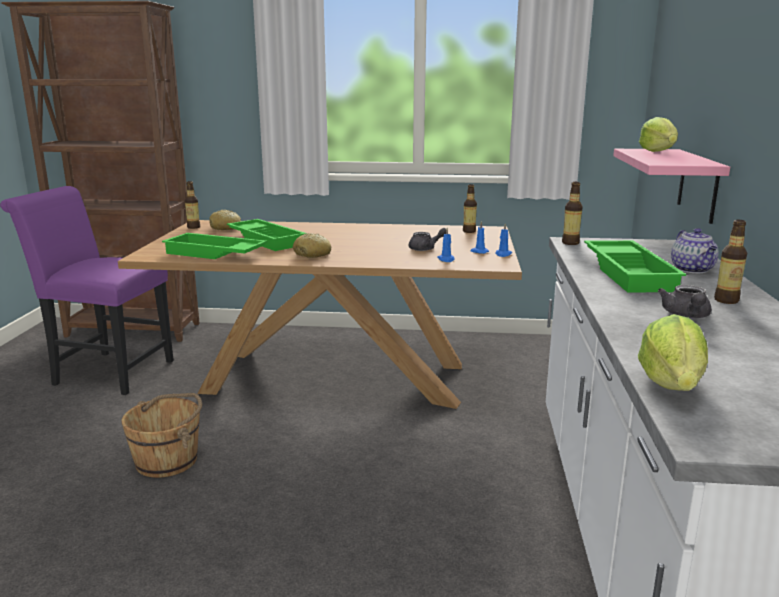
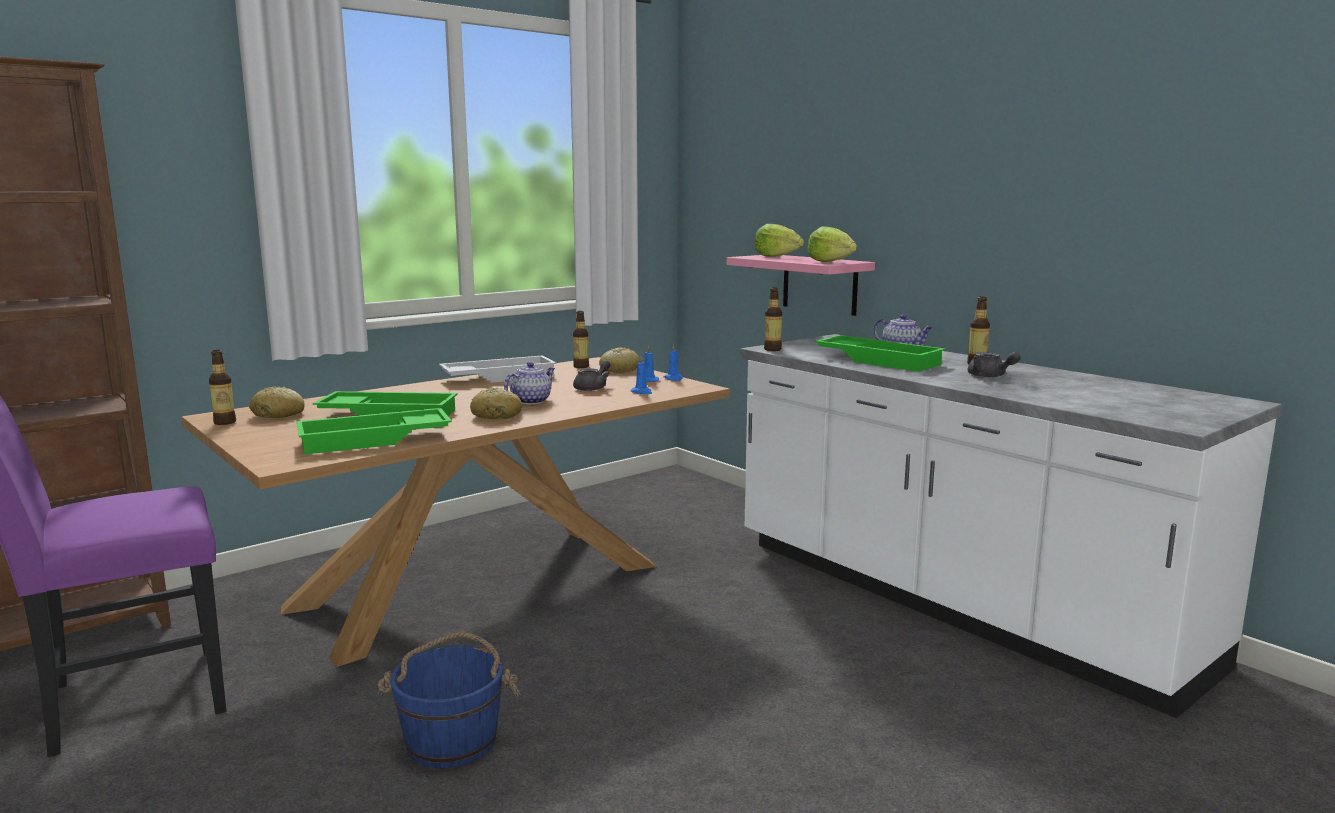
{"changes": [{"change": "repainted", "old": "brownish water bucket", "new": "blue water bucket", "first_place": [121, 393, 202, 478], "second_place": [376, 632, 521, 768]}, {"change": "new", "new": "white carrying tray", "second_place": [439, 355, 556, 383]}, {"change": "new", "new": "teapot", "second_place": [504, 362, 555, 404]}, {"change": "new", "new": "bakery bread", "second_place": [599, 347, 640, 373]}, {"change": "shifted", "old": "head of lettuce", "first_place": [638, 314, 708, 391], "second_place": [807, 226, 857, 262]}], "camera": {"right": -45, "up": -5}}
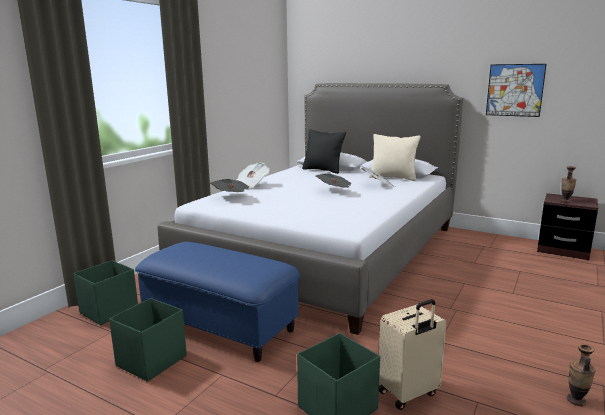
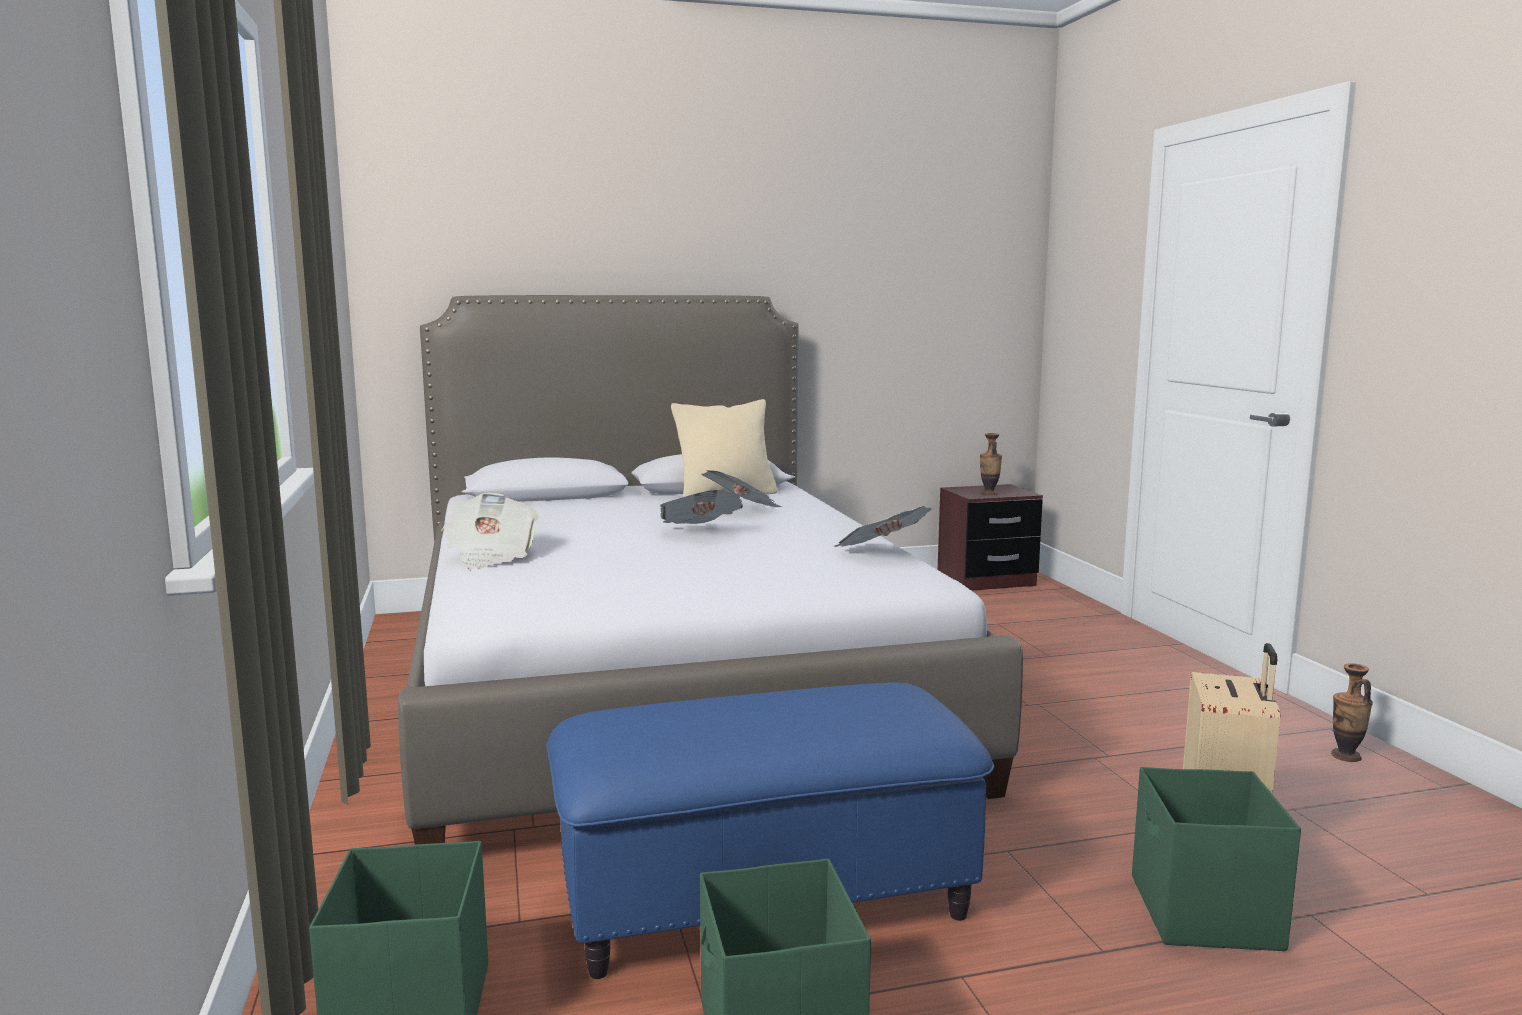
{"changes": [{"change": "shifted", "old": "printed paper", "first_place": [210, 179, 249, 192], "second_place": [835, 506, 932, 547]}, {"change": "gone", "old": "blackish cushion", "first_place": [302, 129, 346, 174]}, {"change": "gone", "old": "wall picture", "first_place": [486, 64, 547, 117]}], "camera": {"right": -45, "up": -5}}
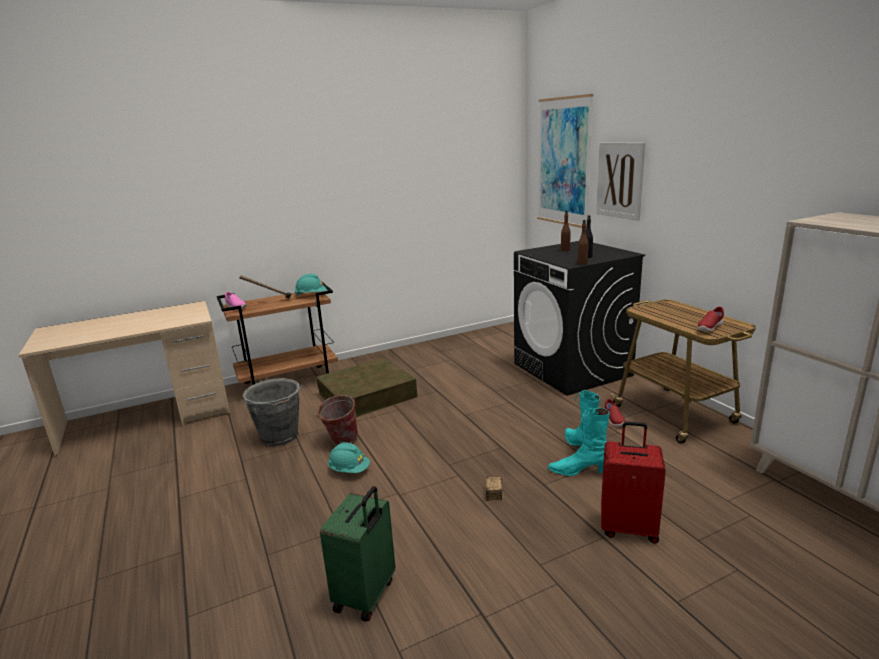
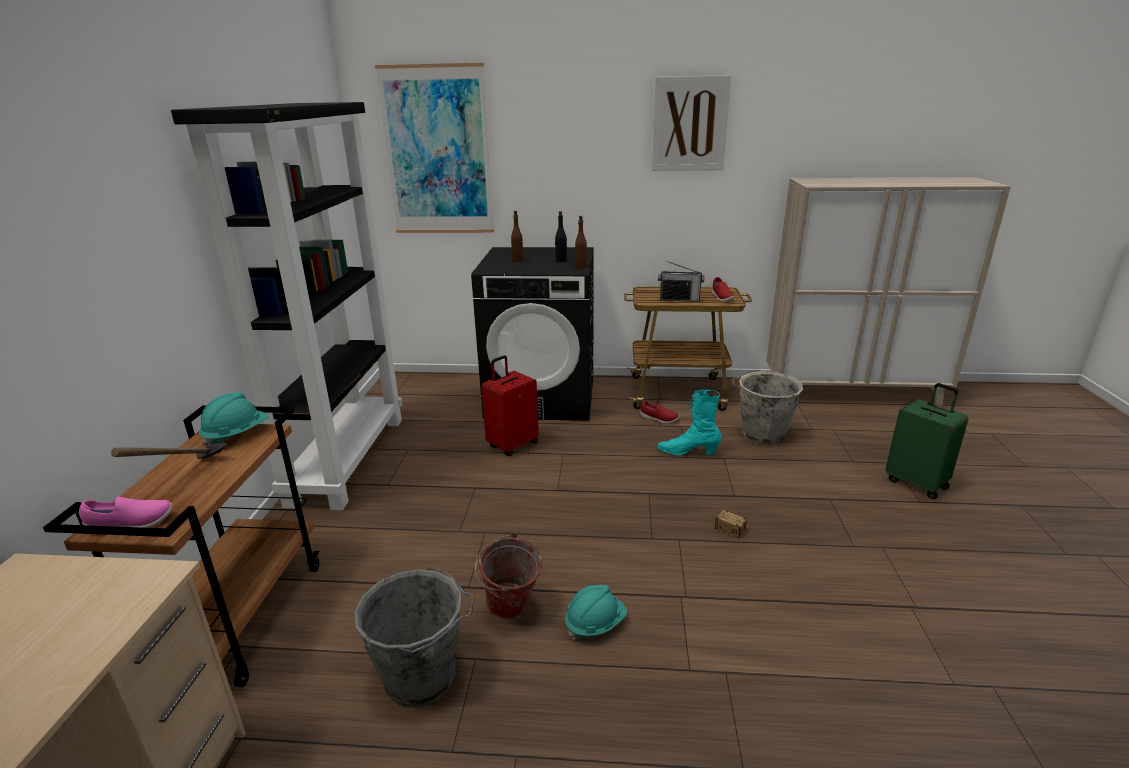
{"changes": [{"change": "new", "new": "blackish shelving unit", "second_place": [171, 102, 403, 510]}, {"change": "shifted", "old": "reddish piece of luggage", "first_place": [601, 421, 666, 544], "second_place": [481, 355, 539, 456]}, {"change": "shifted", "old": "wall picture", "first_place": [596, 143, 645, 221], "second_place": [652, 75, 731, 171]}, {"change": "new", "new": "radio", "second_place": [658, 261, 705, 302]}, {"change": "new", "new": "greyish water bucket", "second_place": [731, 370, 803, 446]}, {"change": "shifted", "old": "green-coloured piece of luggage", "first_place": [320, 486, 395, 622], "second_place": [885, 383, 969, 499]}, {"change": "gone", "old": "brownish storage container", "first_place": [316, 358, 418, 417]}, {"change": "gone", "old": "turquoise boot", "first_place": [548, 408, 610, 476]}], "camera": {"right": -60, "up": 5}}
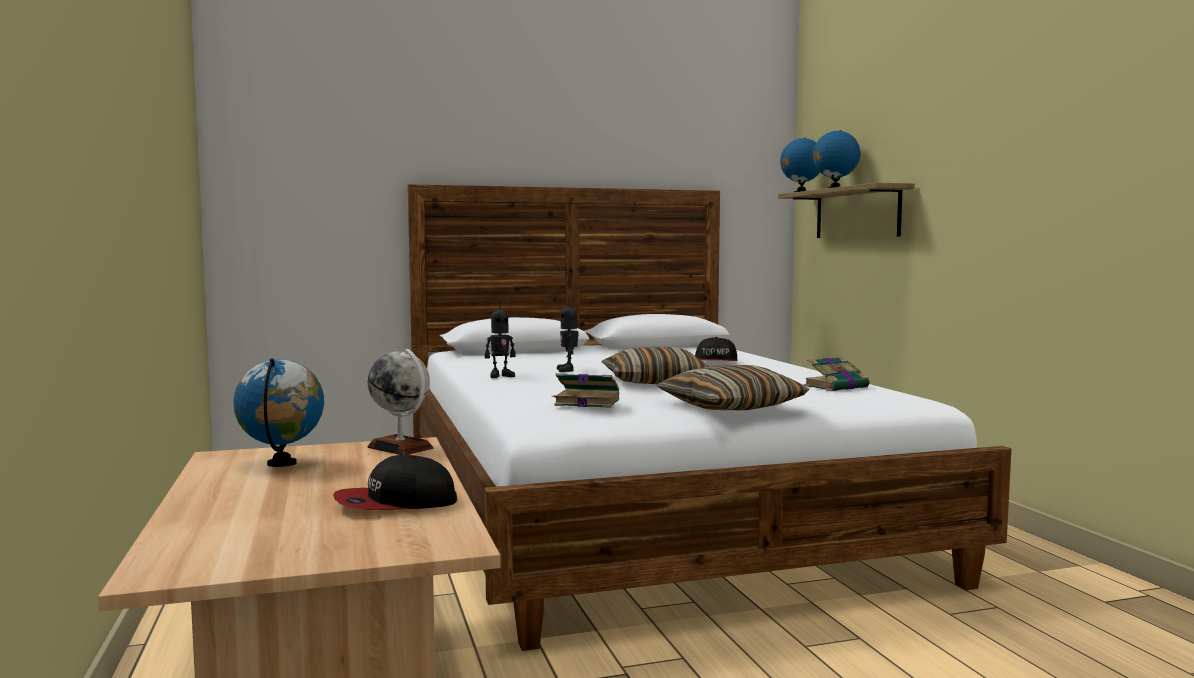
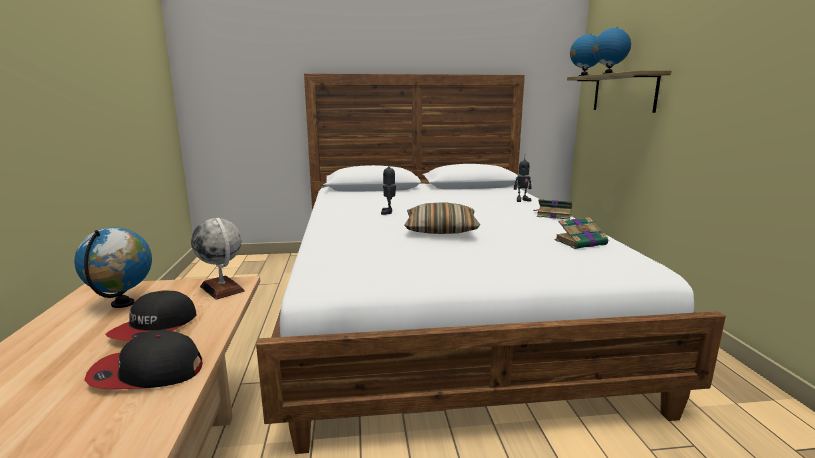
{"changes": [{"change": "shifted", "old": "peaked cap", "first_place": [695, 337, 738, 361], "second_place": [105, 290, 197, 341]}, {"change": "shifted", "old": "toy robot", "first_place": [485, 300, 516, 378], "second_place": [514, 159, 532, 202]}, {"change": "shifted", "old": "volume", "first_place": [552, 373, 619, 408], "second_place": [534, 199, 572, 220]}, {"change": "gone", "old": "cushion", "first_place": [656, 365, 809, 410]}], "camera": {"right": 10, "up": 10}}
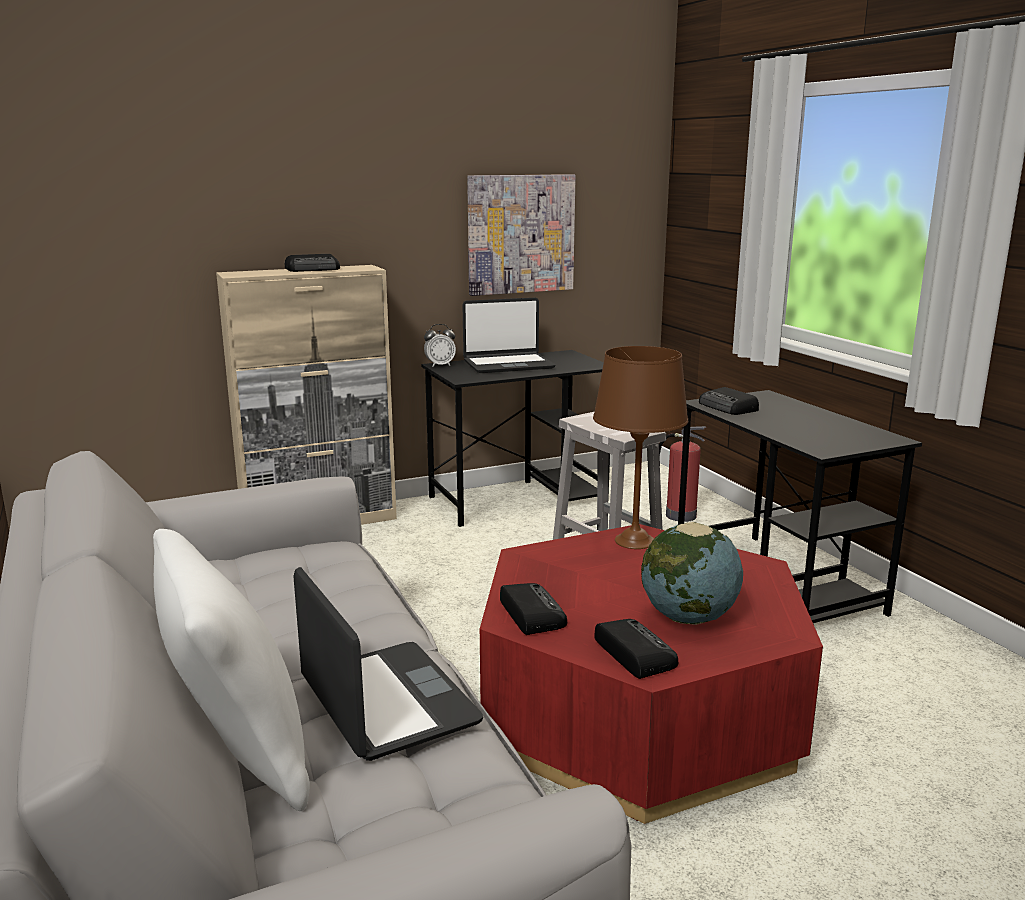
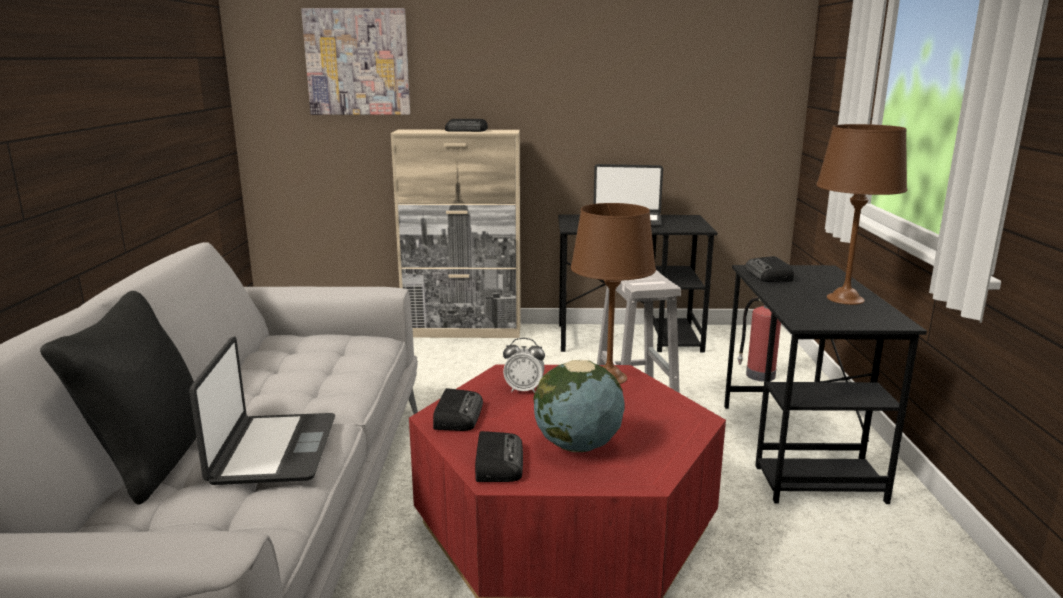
{"changes": [{"change": "repainted", "old": "white cushion", "new": "blackish cushion", "first_place": [153, 529, 310, 811], "second_place": [40, 291, 196, 505]}, {"change": "shifted", "old": "wall picture", "first_place": [467, 174, 576, 296], "second_place": [301, 8, 410, 115]}, {"change": "shifted", "old": "table clock", "first_place": [424, 324, 456, 367], "second_place": [503, 338, 545, 393]}, {"change": "new", "new": "brownish table lamp", "second_place": [816, 124, 907, 305]}], "camera": {"right": 25, "up": 0}}
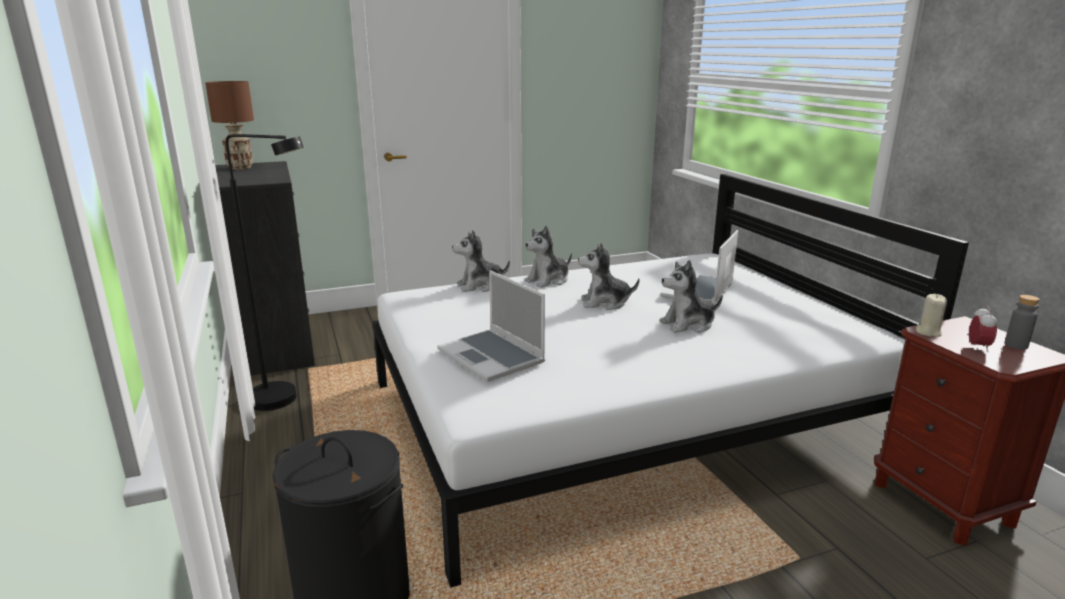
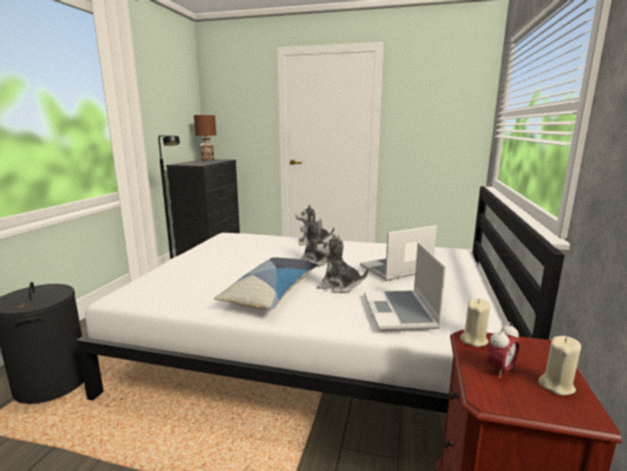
{"changes": [{"change": "new", "new": "cushion", "second_place": [214, 257, 318, 310]}, {"change": "shifted", "old": "portable computer", "first_place": [437, 270, 545, 382], "second_place": [364, 242, 446, 330]}, {"change": "swapped", "old": "greyish drink bottle", "new": "beige-coloured wax light", "first_place": [1004, 295, 1040, 350], "second_place": [538, 336, 581, 395]}, {"change": "gone", "old": "plush toy", "first_place": [452, 230, 510, 292]}], "camera": {"right": 35, "up": -5}}
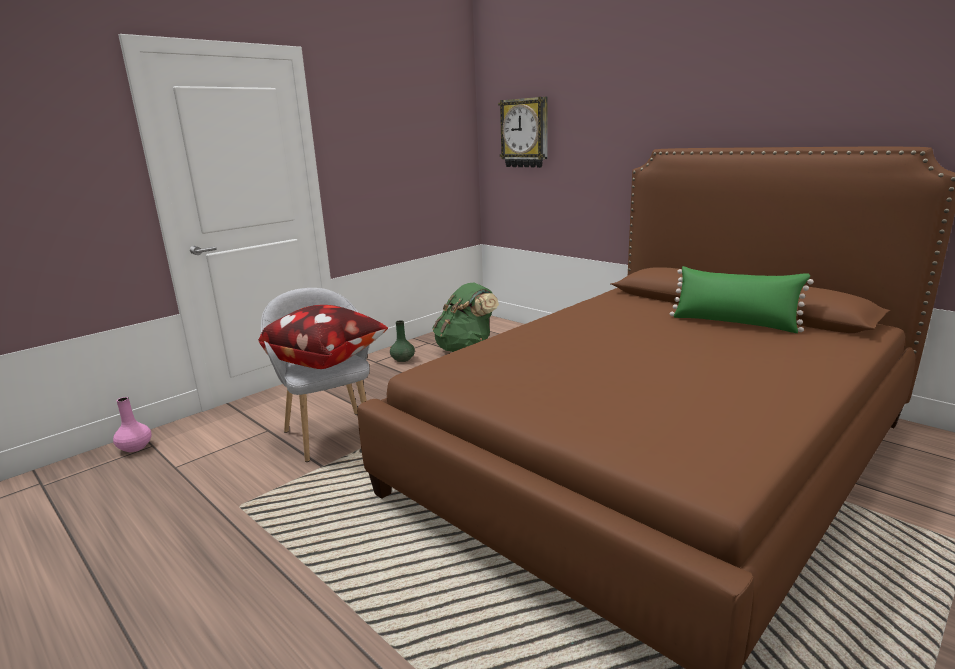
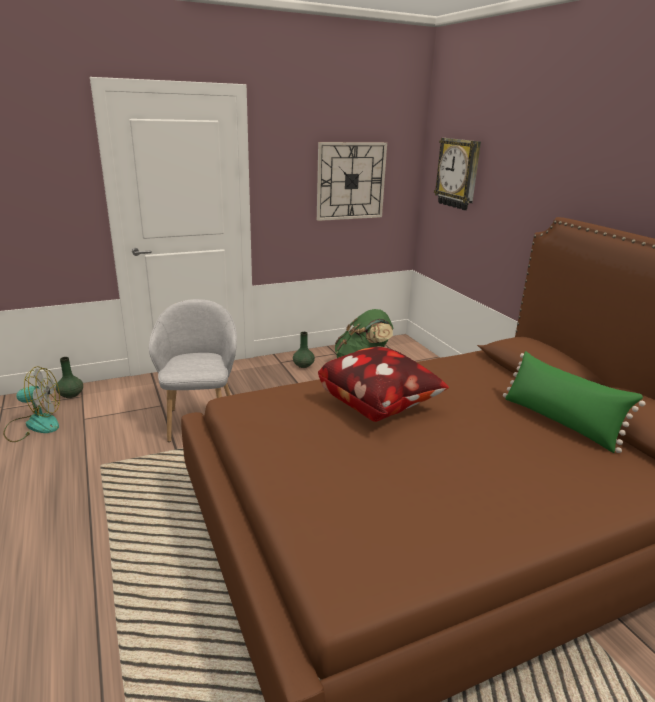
{"changes": [{"change": "new", "new": "fan", "second_place": [3, 366, 60, 442]}, {"change": "repainted", "old": "pink-coloured decorative vase", "new": "green-coloured decorative vase", "first_place": [113, 397, 152, 452], "second_place": [56, 357, 83, 398]}, {"change": "new", "new": "hanging clock", "second_place": [317, 142, 387, 221]}, {"change": "shifted", "old": "cushion", "first_place": [258, 305, 388, 369], "second_place": [318, 347, 449, 422]}], "camera": {"right": 20, "up": 5}}
